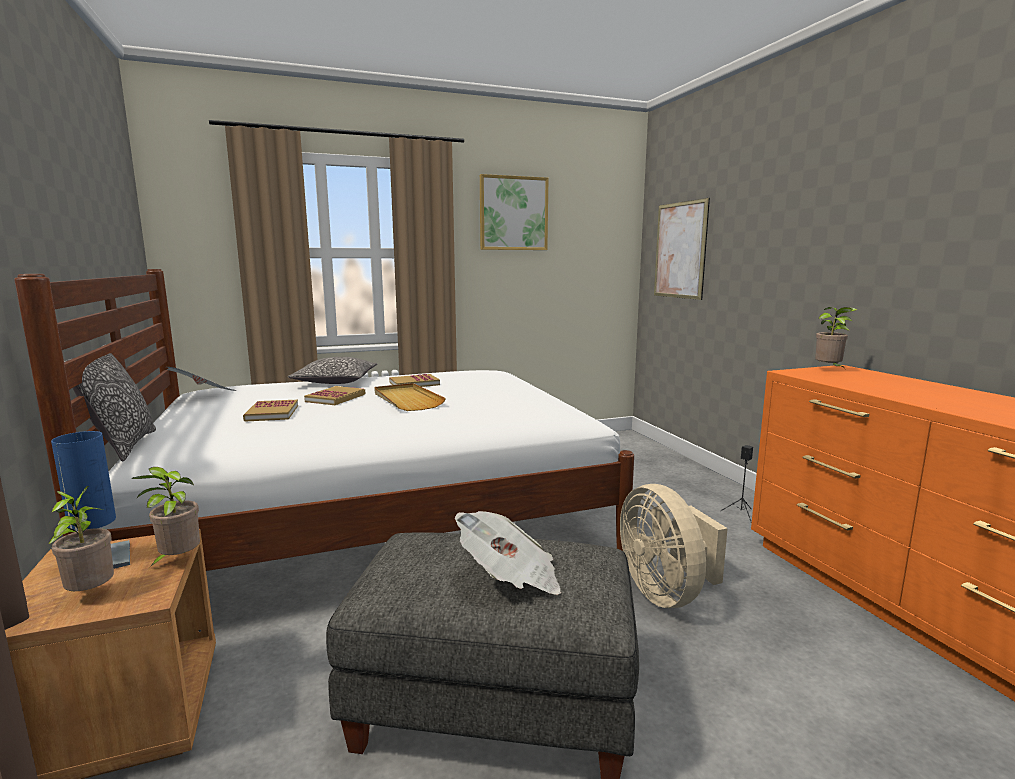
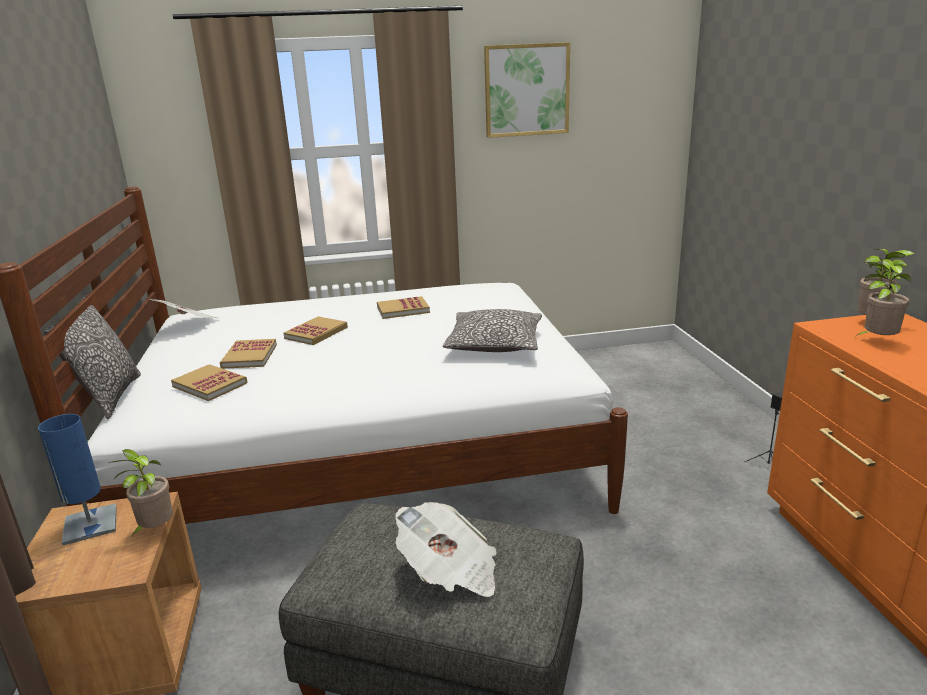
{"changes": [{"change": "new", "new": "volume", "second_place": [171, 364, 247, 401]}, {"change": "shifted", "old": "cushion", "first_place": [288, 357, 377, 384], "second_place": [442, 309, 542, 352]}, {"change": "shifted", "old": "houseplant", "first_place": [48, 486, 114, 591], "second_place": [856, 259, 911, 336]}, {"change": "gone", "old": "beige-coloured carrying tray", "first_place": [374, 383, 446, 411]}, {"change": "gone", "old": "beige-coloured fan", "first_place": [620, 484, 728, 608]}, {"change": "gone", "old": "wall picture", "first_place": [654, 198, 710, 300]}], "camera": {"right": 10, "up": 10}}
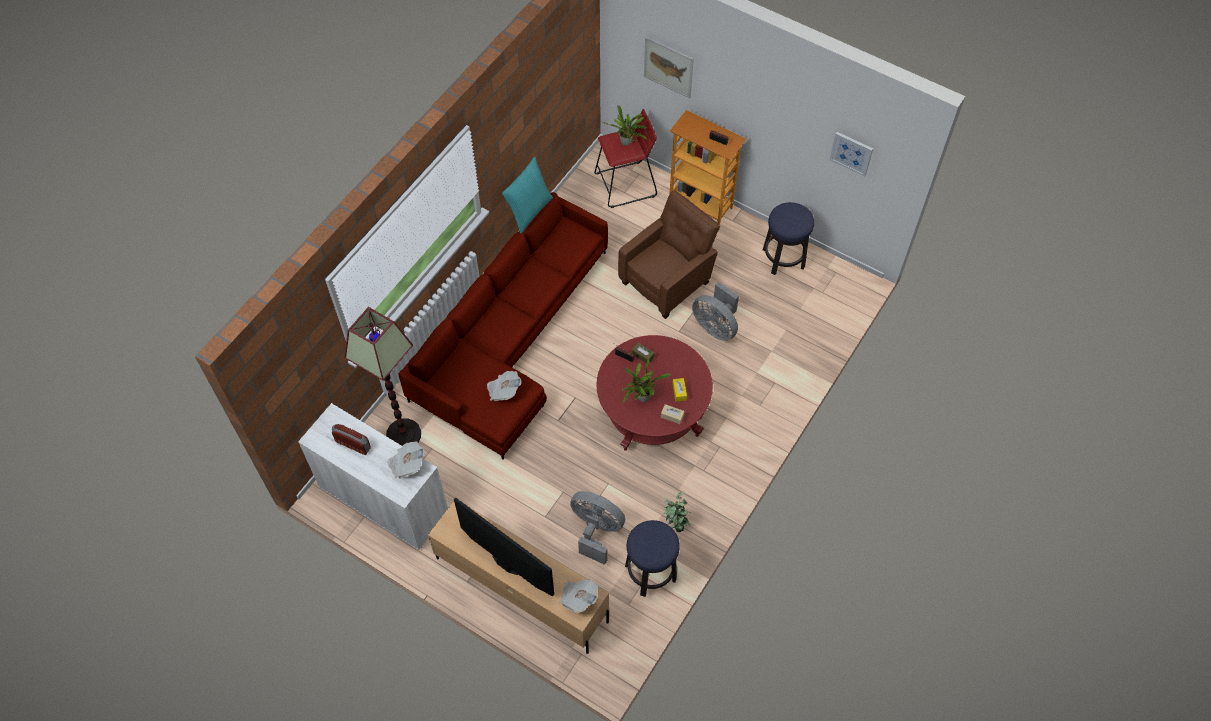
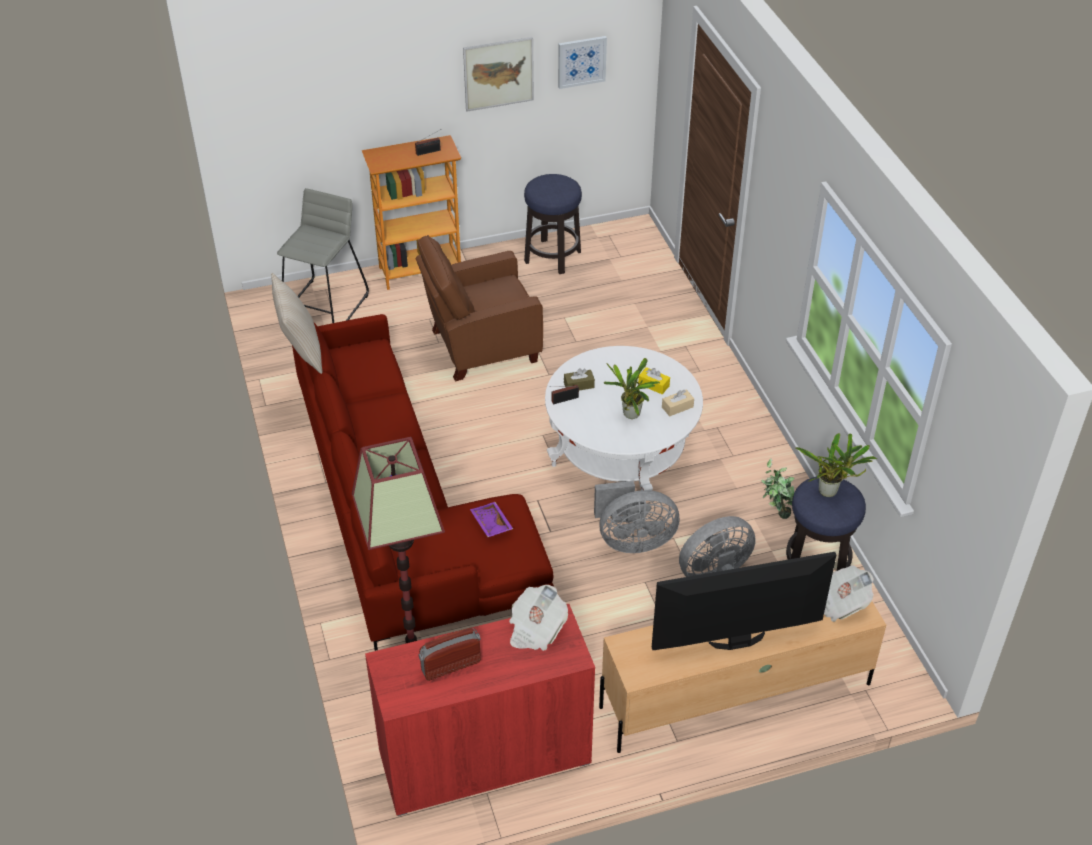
{"changes": [{"change": "repainted", "old": "turquoise cushion", "new": "beige-coloured cushion", "first_place": [502, 157, 553, 234], "second_place": [271, 273, 322, 374]}, {"change": "repainted", "old": "reddish stool", "new": "greyish stool", "first_place": [594, 109, 657, 208], "second_place": [277, 188, 369, 323]}, {"change": "repainted", "old": "white cupboard", "new": "reddish cupboard", "first_place": [298, 403, 448, 550], "second_place": [365, 604, 595, 816]}, {"change": "rotated", "old": "brownish easy chair", "first_place": [618, 190, 720, 319], "second_place": [416, 235, 543, 382], "degrees": -105}, {"change": "shifted", "old": "wall picture", "first_place": [644, 37, 694, 98], "second_place": [463, 37, 534, 112]}, {"change": "swapped", "old": "printed paper", "new": "purple carrying tray", "first_place": [487, 371, 521, 401], "second_place": [470, 502, 513, 537]}, {"change": "repainted", "old": "reddish low table", "new": "white low table", "first_place": [596, 335, 713, 451], "second_place": [545, 346, 703, 491]}, {"change": "shifted", "old": "greyish fan", "first_place": [692, 281, 739, 341], "second_place": [594, 481, 679, 553]}, {"change": "shifted", "old": "houseplant", "first_place": [602, 105, 647, 146], "second_place": [795, 433, 878, 497]}], "camera": {"right": -50, "up": -15}}
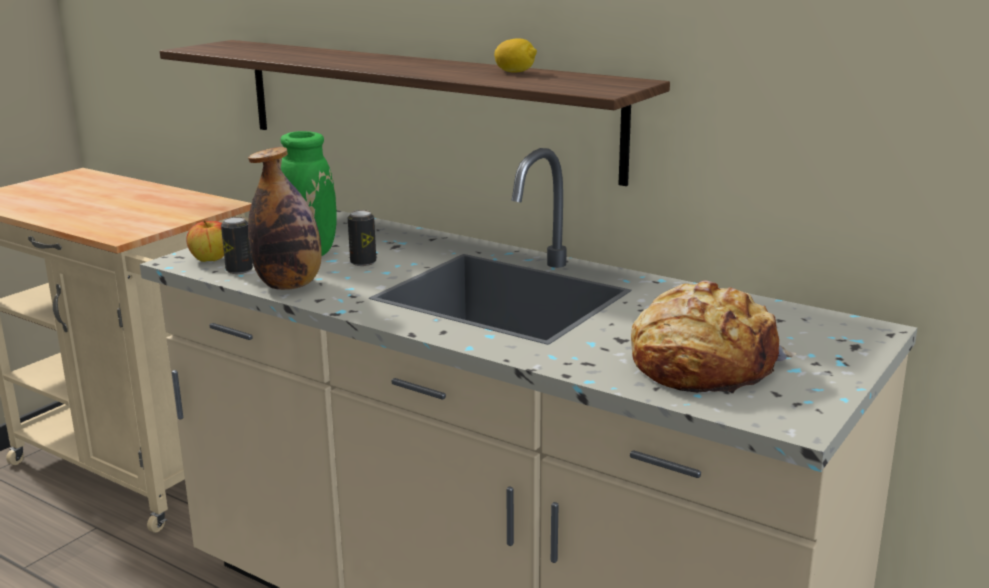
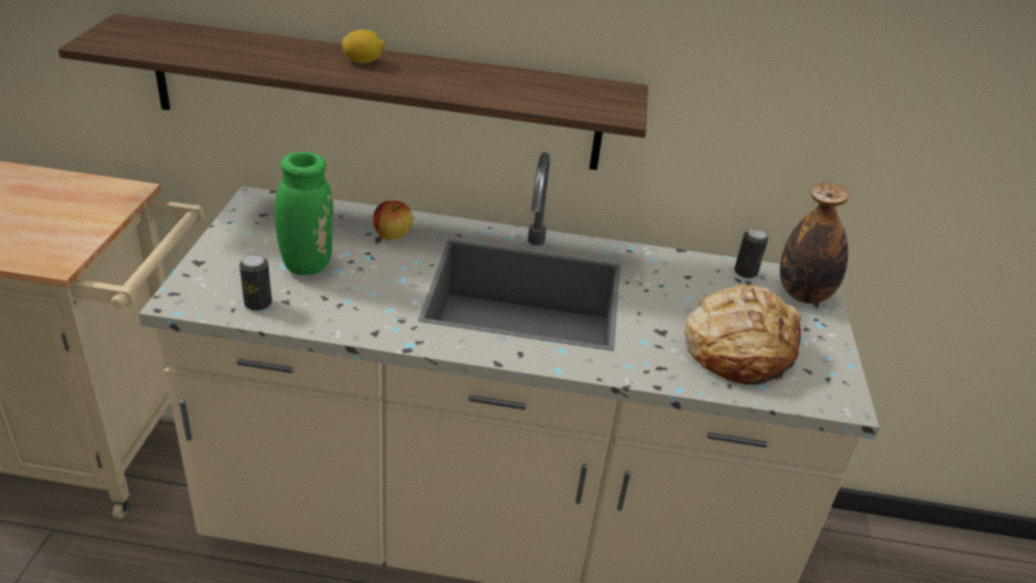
{"changes": [{"change": "shifted", "old": "citrus fruit", "first_place": [494, 38, 537, 73], "second_place": [342, 30, 385, 63]}, {"change": "shifted", "old": "whole apple", "first_place": [186, 220, 224, 262], "second_place": [373, 201, 413, 240]}, {"change": "shifted", "old": "metal can", "first_place": [348, 210, 376, 266], "second_place": [734, 228, 768, 278]}, {"change": "shifted", "old": "drink bottle", "first_place": [248, 147, 321, 290], "second_place": [780, 182, 849, 304]}], "camera": {"right": -30, "up": 15}}
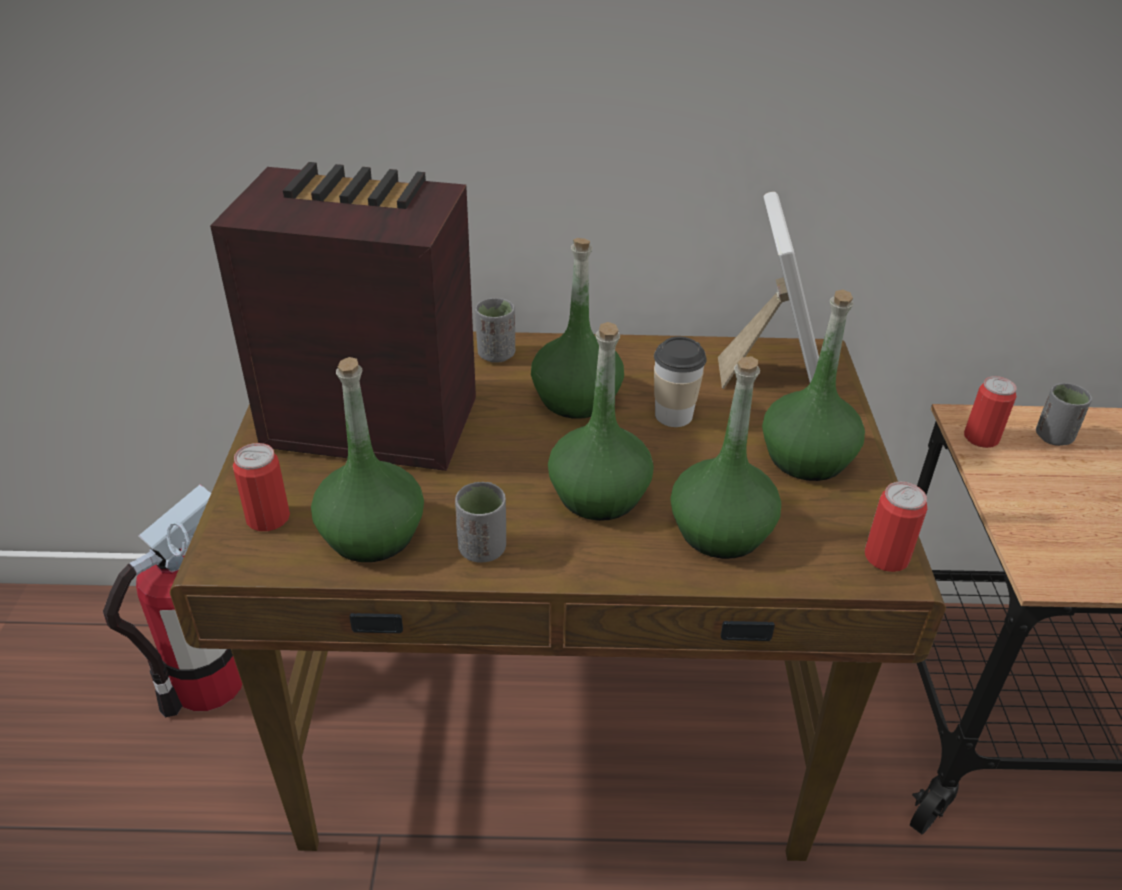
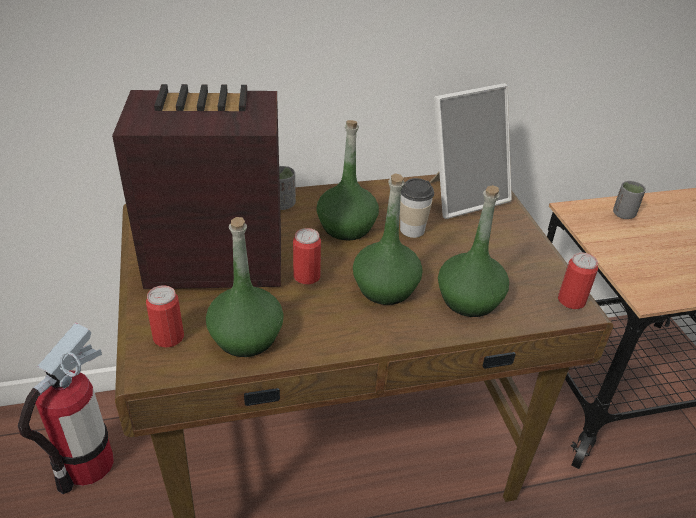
{"changes": [{"change": "shifted", "old": "metal can", "first_place": [964, 376, 1017, 448], "second_place": [293, 228, 321, 284]}, {"change": "rotated", "old": "photo frame", "first_place": [718, 192, 819, 389], "second_place": [430, 83, 512, 219], "degrees": 75}, {"change": "gone", "old": "greyish drinking cup", "first_place": [455, 482, 506, 563]}, {"change": "gone", "old": "green-coloured drink bottle", "first_place": [762, 289, 865, 481]}], "camera": {"right": -15, "up": 0}}
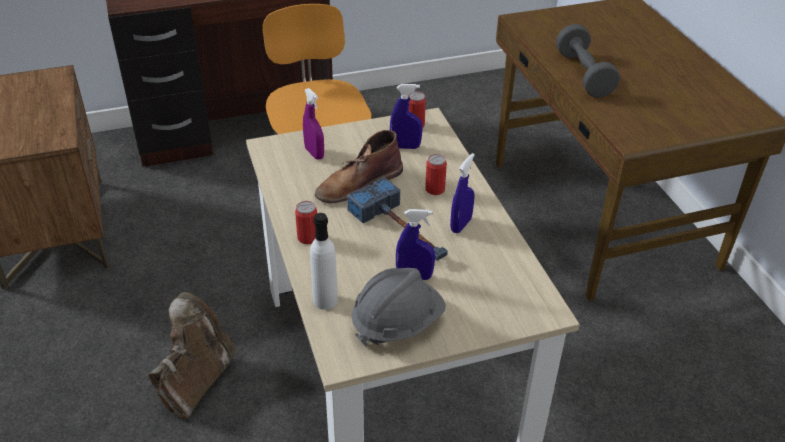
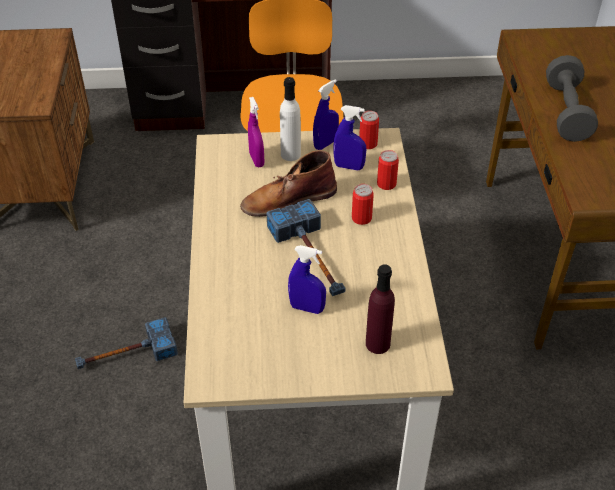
{"changes": [{"change": "swapped", "old": "brownish boot", "new": "tool hammer", "first_place": [148, 292, 236, 419], "second_place": [75, 317, 178, 369]}, {"change": "shifted", "old": "white drink bottle", "first_place": [310, 213, 338, 310], "second_place": [280, 77, 301, 161]}, {"change": "shifted", "old": "blue sprayer", "first_place": [450, 153, 475, 233], "second_place": [313, 79, 339, 150]}, {"change": "new", "new": "purple drink bottle", "second_place": [366, 264, 395, 354]}, {"change": "shifted", "old": "metal can", "first_place": [295, 201, 317, 244], "second_place": [377, 150, 399, 190]}, {"change": "gone", "old": "greyish work helmet", "first_place": [352, 268, 446, 346]}], "camera": {"right": 15, "up": 5}}
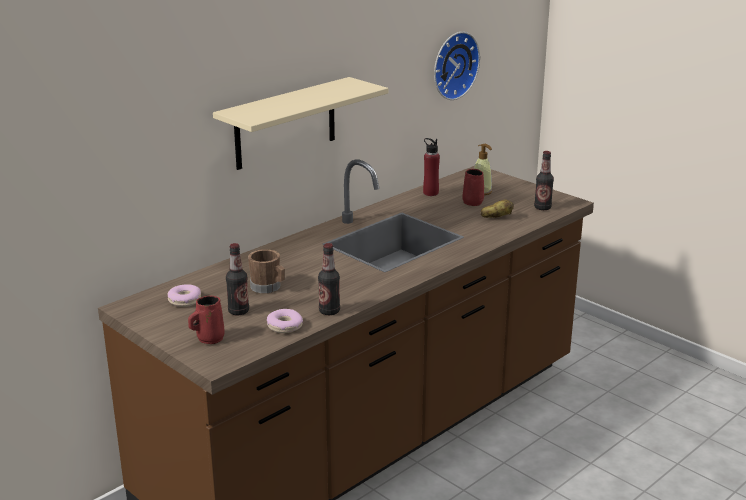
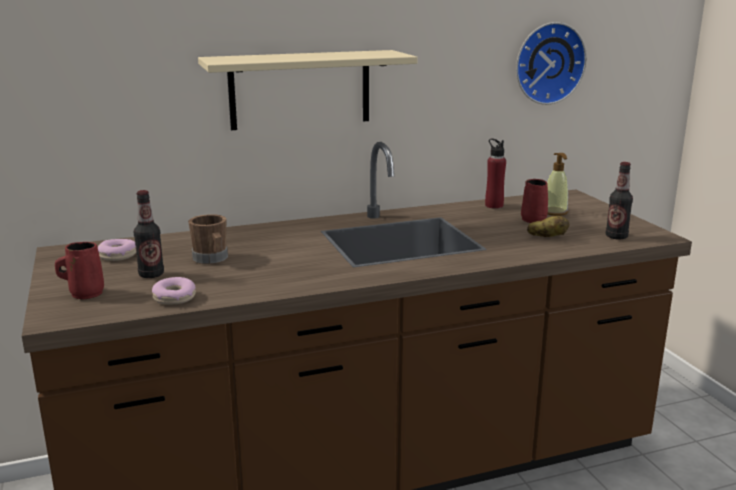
{"changes": [{"change": "gone", "old": "drink bottle", "first_place": [318, 243, 340, 315]}], "camera": {"right": 25, "up": -5}}
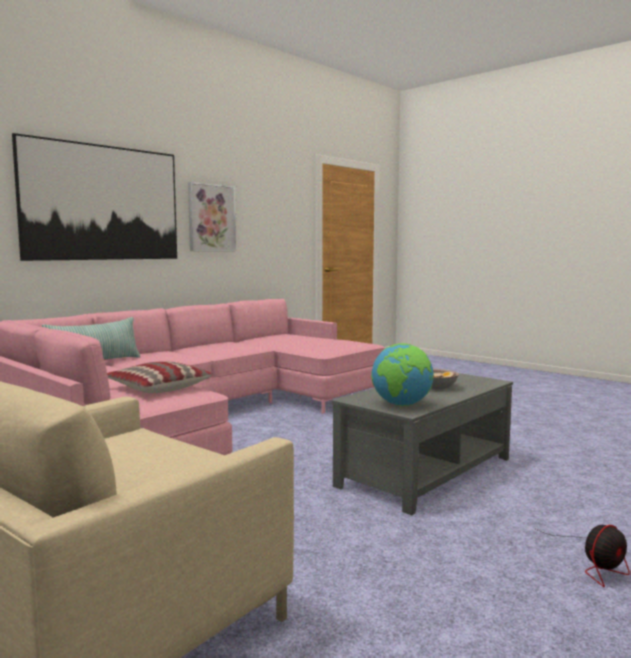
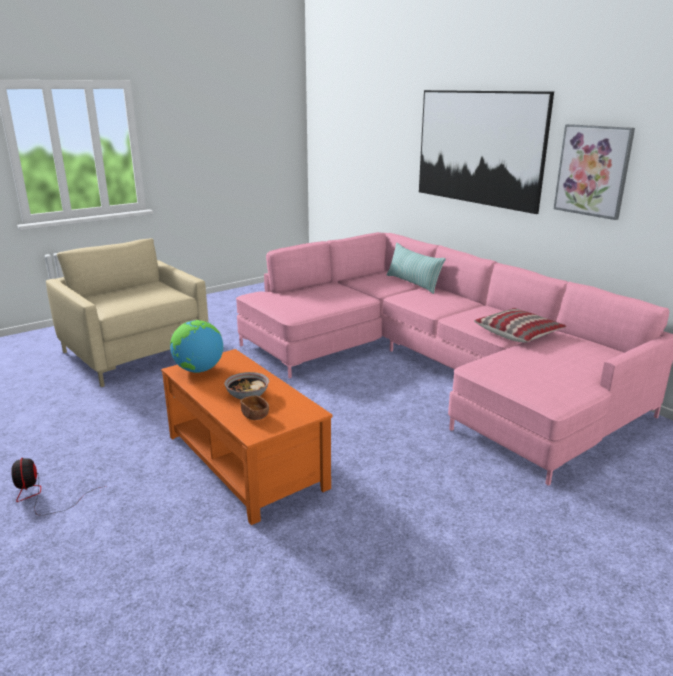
{"changes": [{"change": "repainted", "old": "greyish low table", "new": "orange-coloured low table", "first_place": [332, 373, 513, 515], "second_place": [161, 349, 333, 525]}, {"change": "new", "new": "brownish serving bowl", "second_place": [241, 395, 269, 420]}, {"change": "shifted", "old": "cushion", "first_place": [107, 361, 213, 393], "second_place": [474, 308, 566, 342]}], "camera": {"right": 100, "up": 15}}
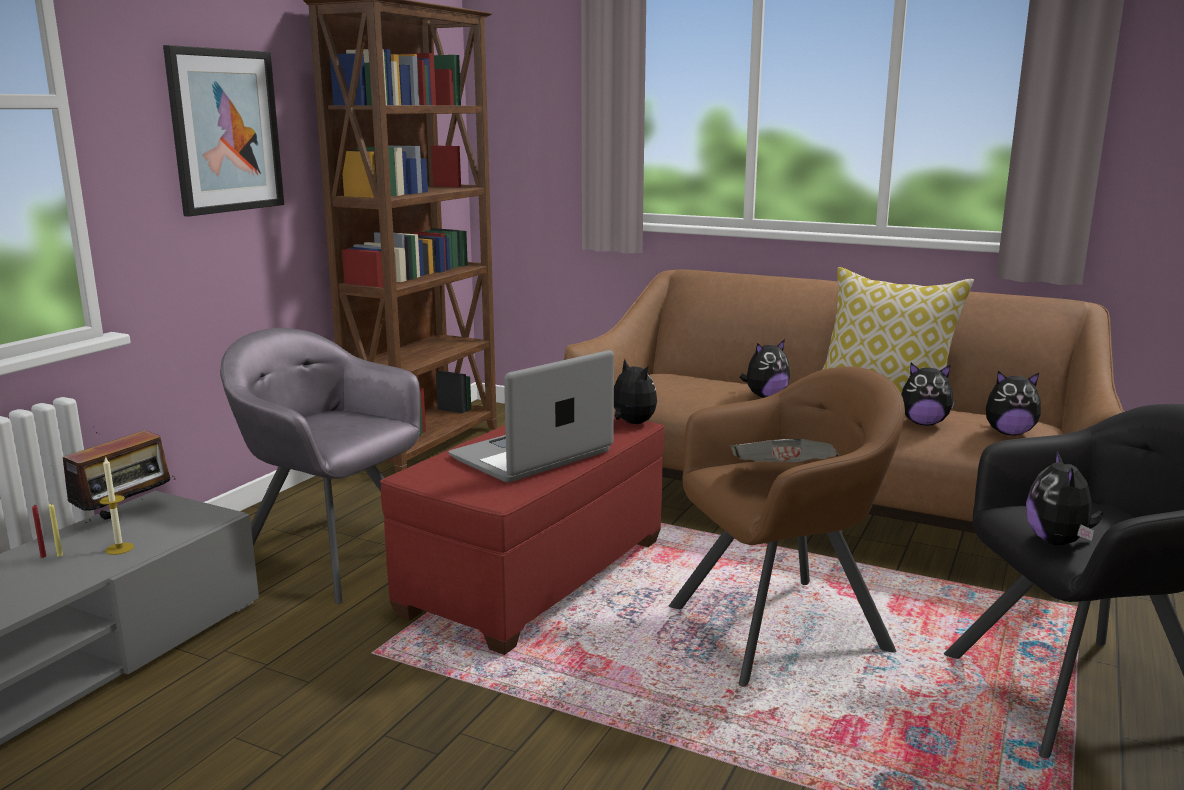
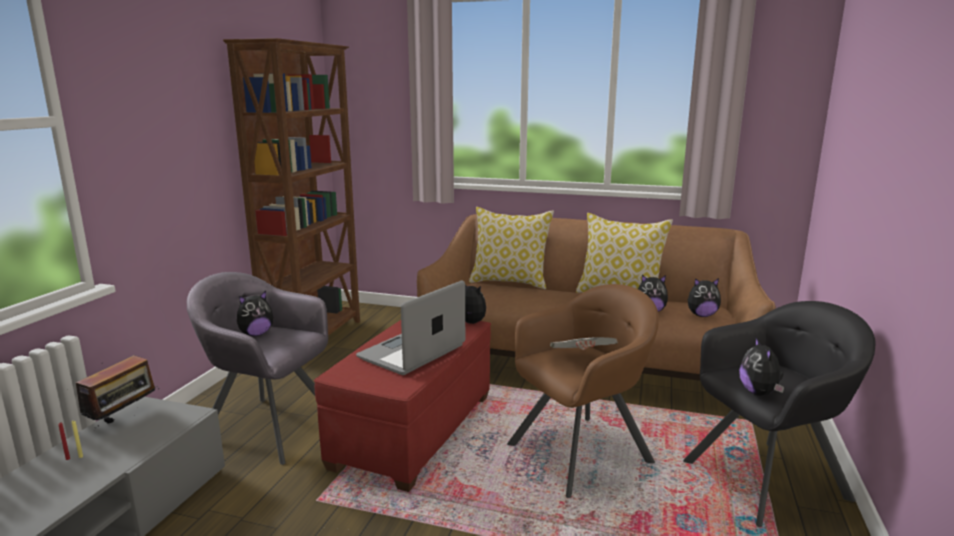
{"changes": [{"change": "shifted", "old": "plush toy", "first_place": [740, 339, 790, 398], "second_place": [237, 291, 273, 336]}, {"change": "new", "new": "cushion", "second_place": [469, 207, 554, 289]}, {"change": "gone", "old": "wax light", "first_place": [99, 456, 134, 555]}, {"change": "gone", "old": "wall picture", "first_place": [163, 45, 284, 216]}], "camera": {"right": -10, "up": 0}}
